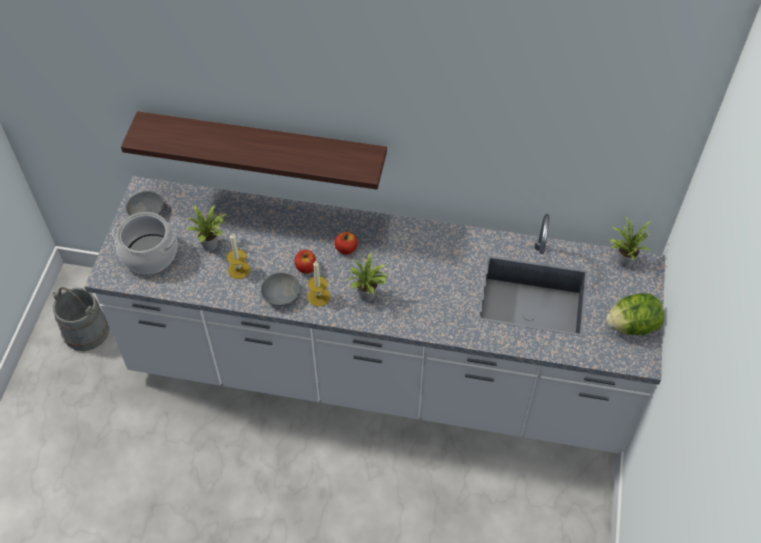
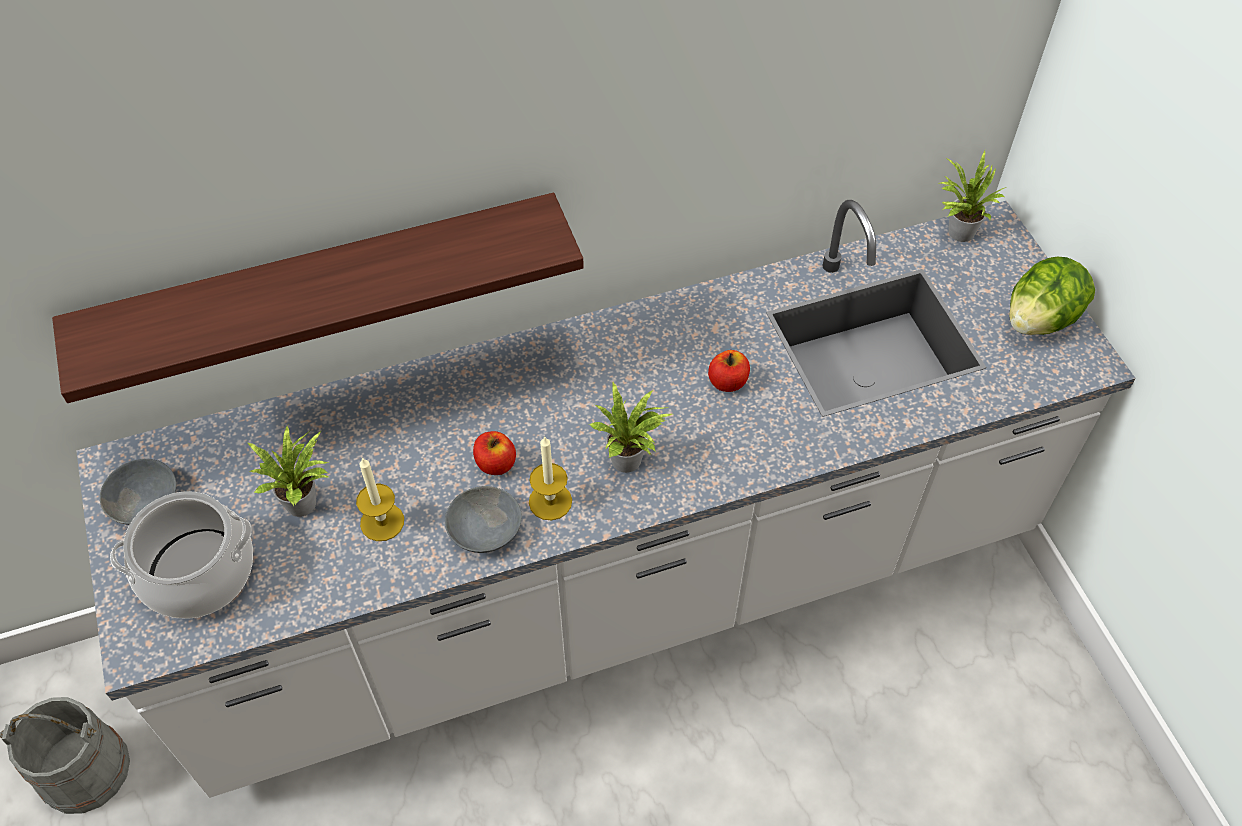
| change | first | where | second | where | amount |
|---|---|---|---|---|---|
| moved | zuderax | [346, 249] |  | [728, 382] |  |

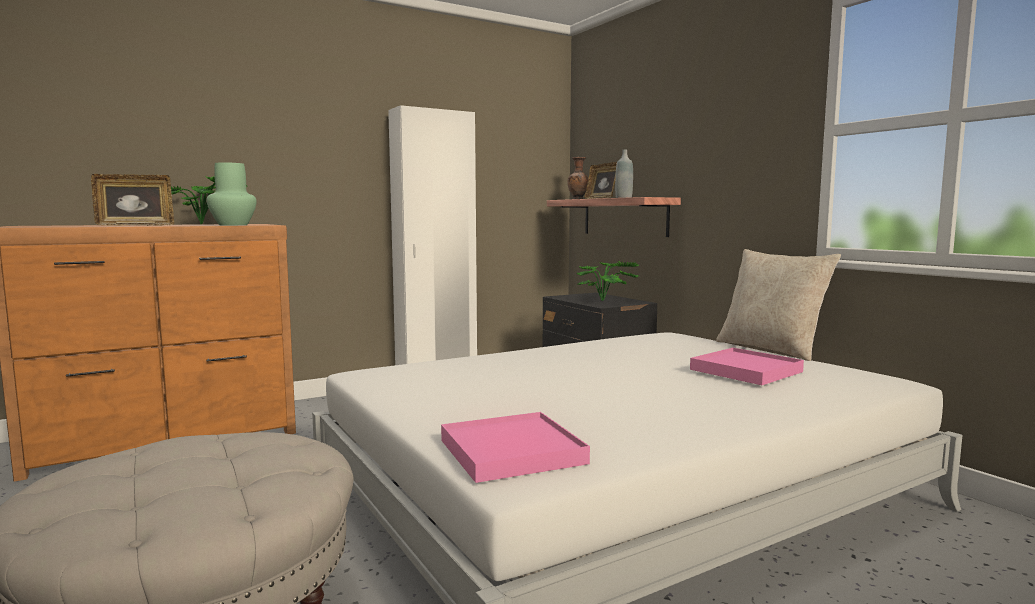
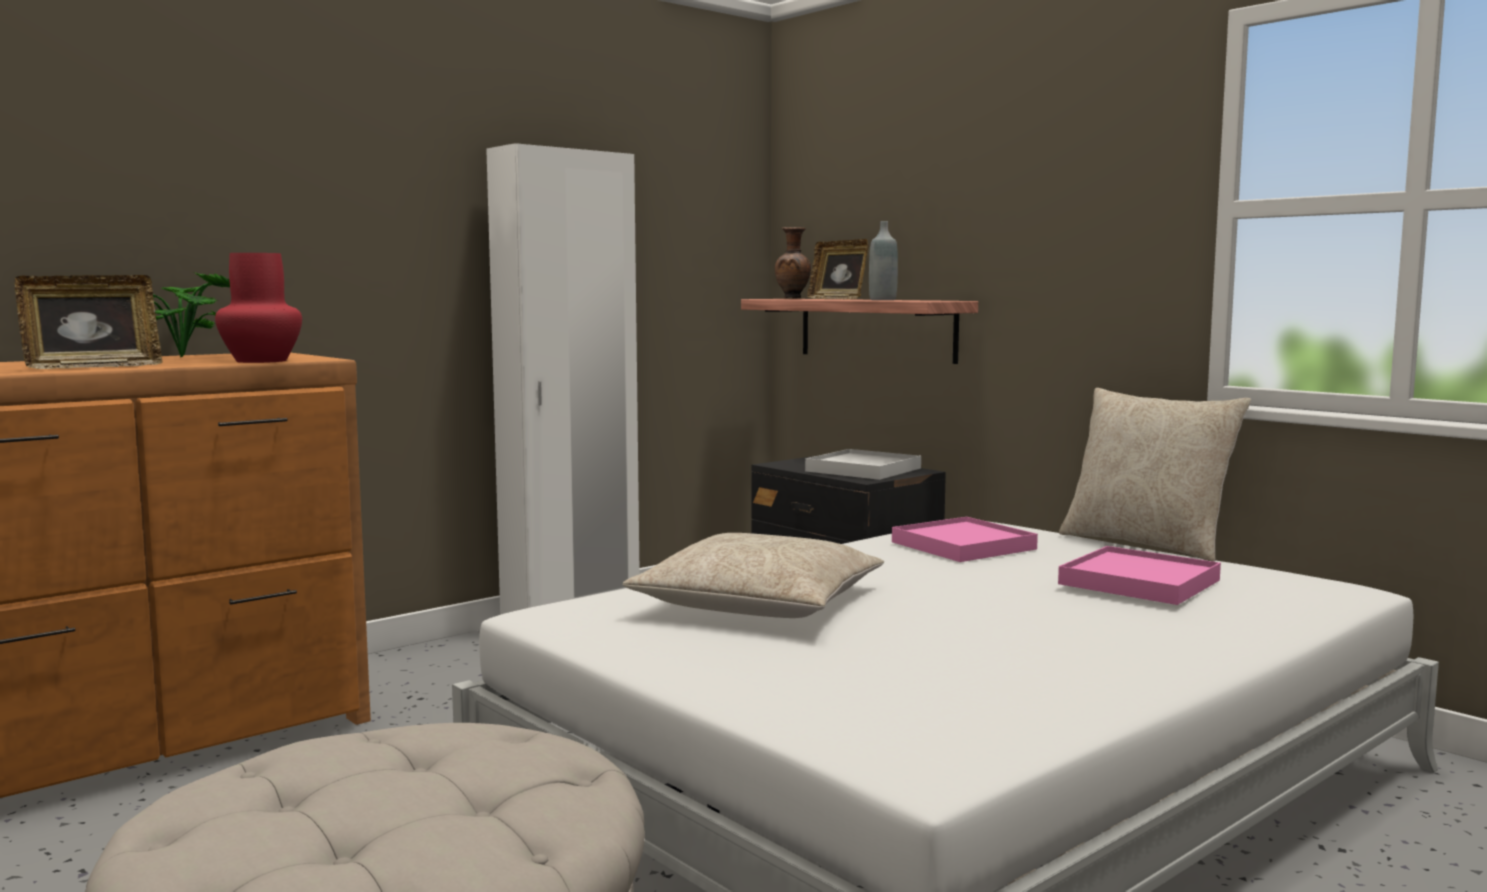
| change | first | where | second | where | amount |
|---|---|---|---|---|---|
| recoloured | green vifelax | [233, 225] | red vifelax | [262, 361] |  |
| moved | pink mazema | [511, 452] |  | [963, 546] |  |
| replaced | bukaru | [607, 301] | white mazema | [863, 470] |  |
| added |  |  | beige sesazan | [758, 604] |  |

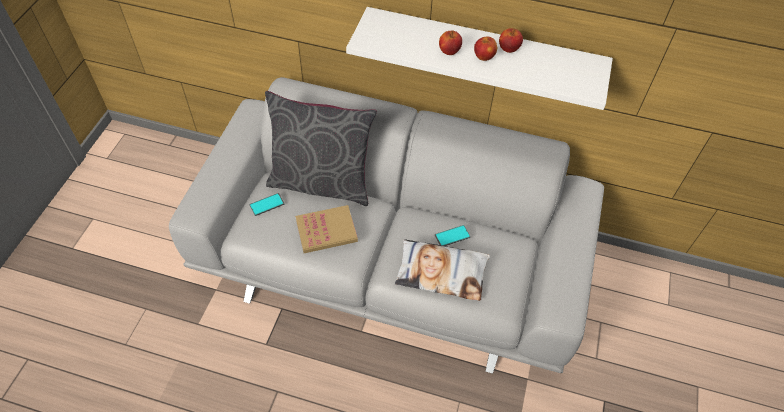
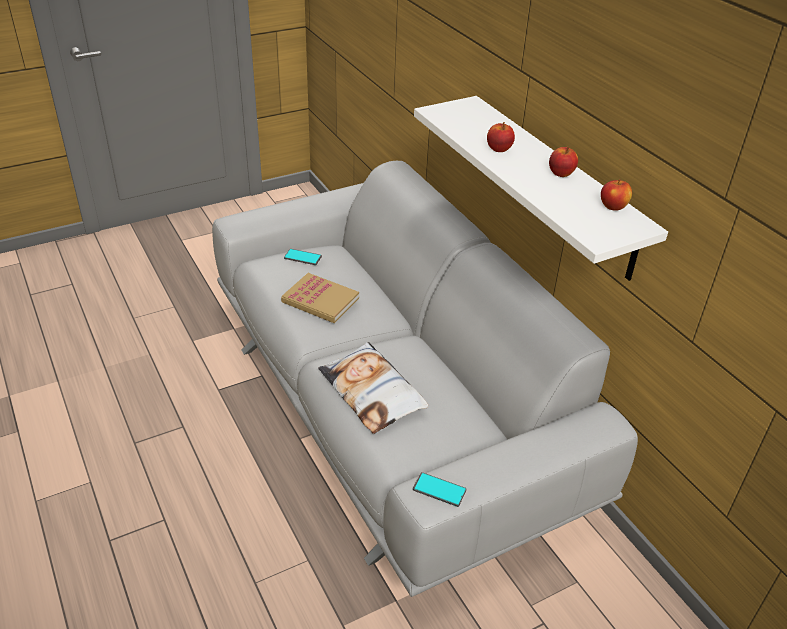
| change | first | where | second | where | amount |
|---|---|---|---|---|---|
| removed | grey sesazan | [321, 182] |  |  |  |
| moved | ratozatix | [452, 236] |  | [439, 490] |  |
| moved | zuderax | [484, 57] |  | [613, 207] |  |

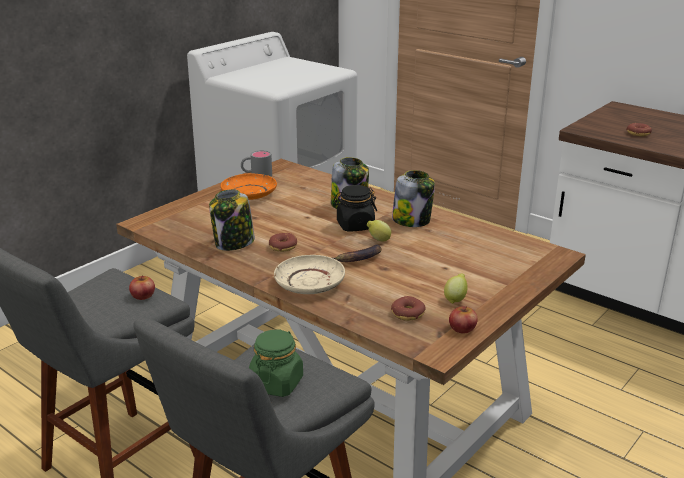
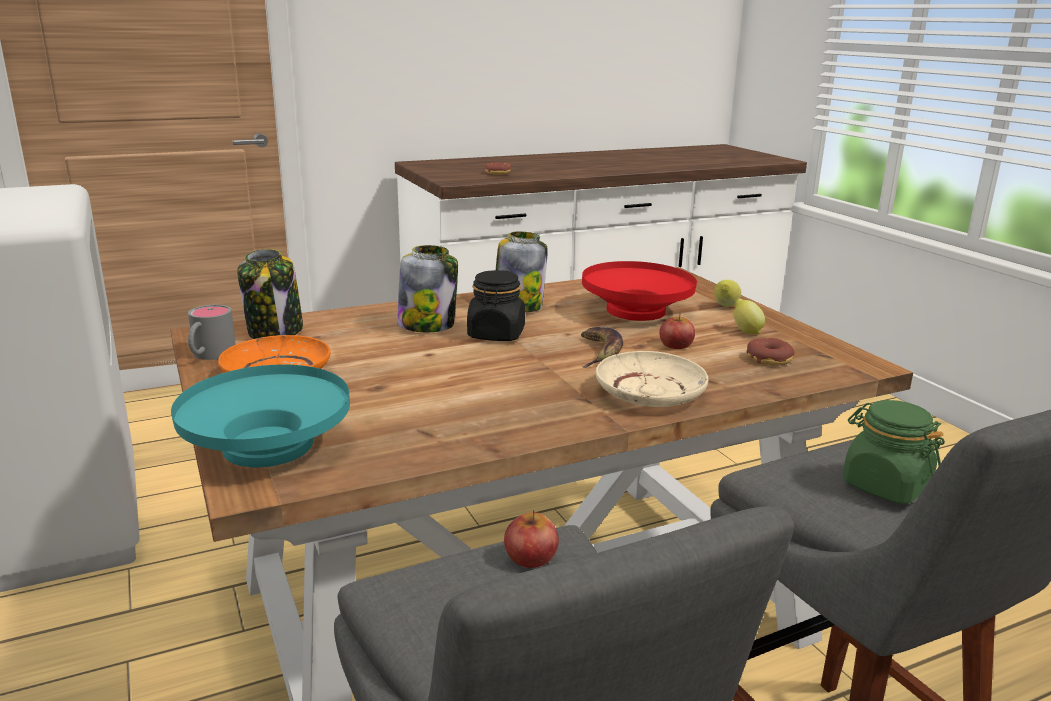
| change | first | where | second | where | amount |
|---|---|---|---|---|---|
| moved | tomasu | [234, 243] |  | [275, 332] |  |
| removed | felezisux | [283, 247] |  |  |  |
| moved | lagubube | [378, 240] |  | [725, 307] |  |
| moved | zuderax | [462, 328] |  | [676, 345] |  |
| added |  |  | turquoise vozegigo | [267, 446] |  |
| added |  |  | red vozegigo | [636, 311] |  |

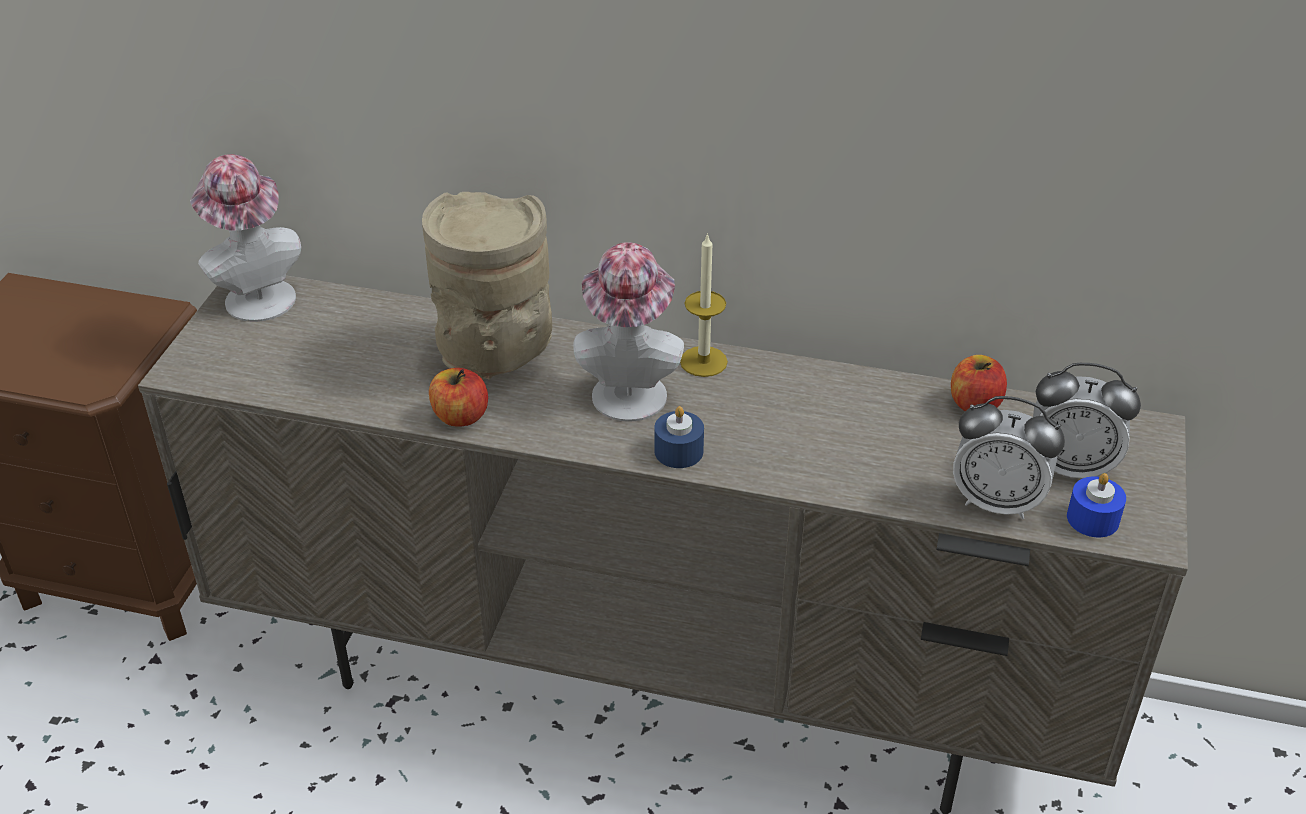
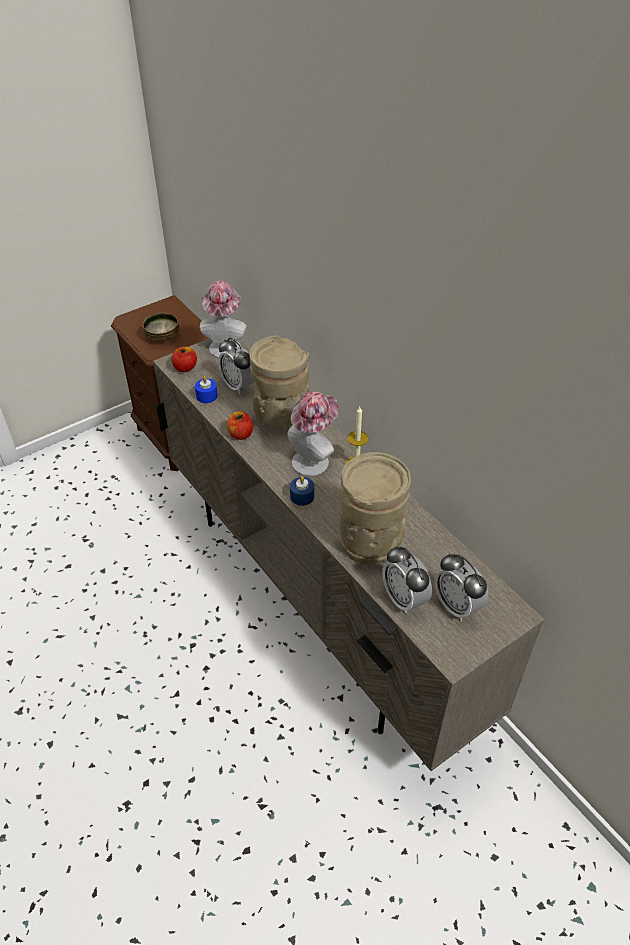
| change | first | where | second | where | amount |
|---|---|---|---|---|---|
| moved | zuderax | [975, 404] |  | [185, 368] |  |
| moved | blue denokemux | [1093, 518] |  | [206, 396] |  |
| added |  |  | vozegigo | [163, 337] |  |
| added |  |  | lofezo | [238, 386] |  |
| added |  |  | beige vifelax | [372, 540] |  |

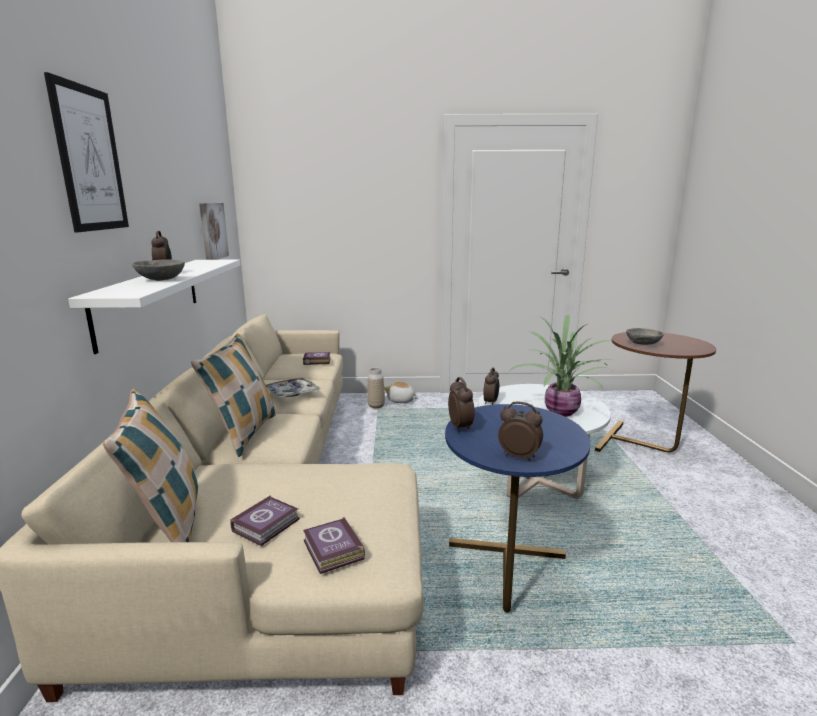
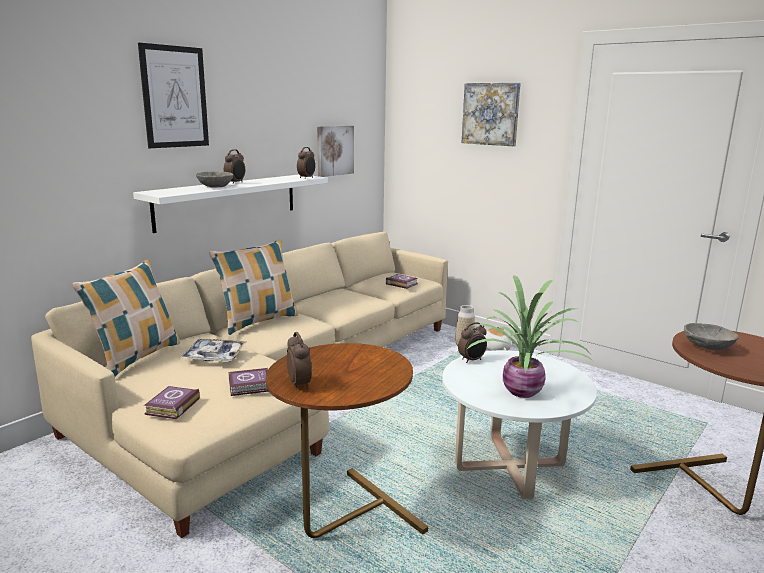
| change | first | where | second | where | amount |
|---|---|---|---|---|---|
| moved | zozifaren | [268, 524] |  | [251, 386] |  |
| moved | mazema | [292, 393] |  | [214, 356] |  |
| recoloured | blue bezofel | [505, 585] | brown bezofel | [343, 523] |  |
| moved | lofezo | [461, 427] |  | [307, 178] |  |
| added |  |  | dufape | [491, 114] |  |

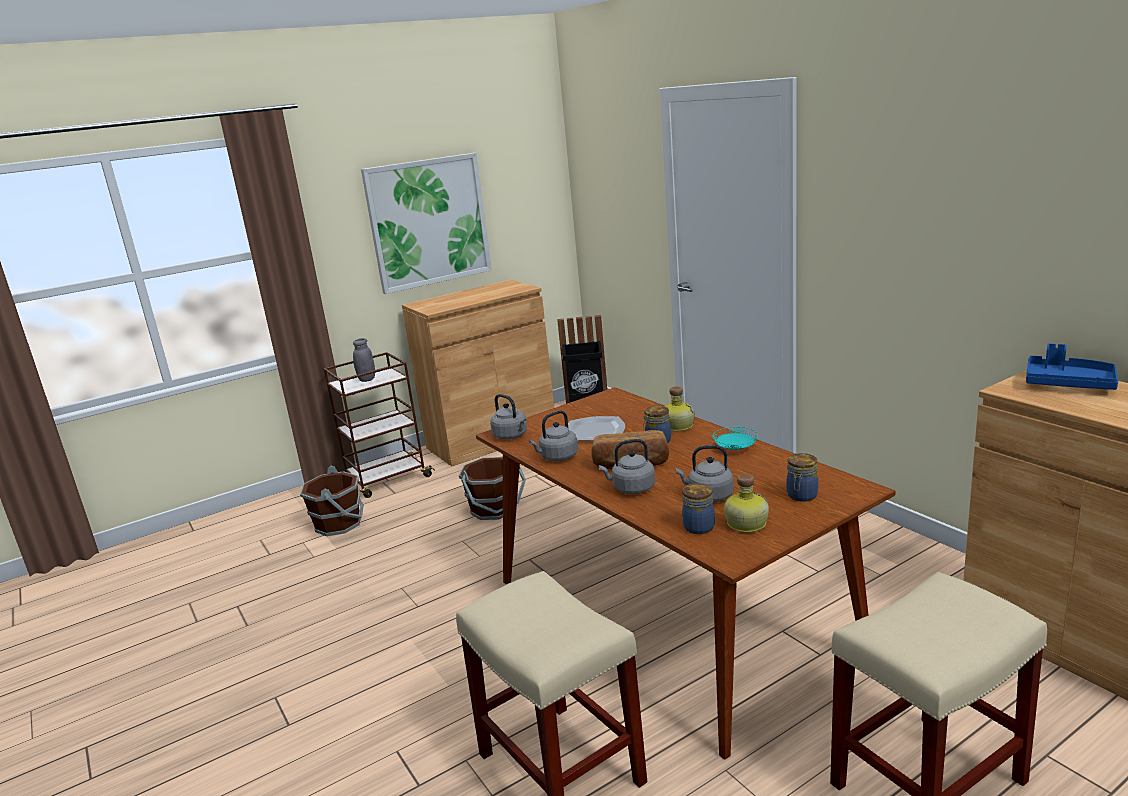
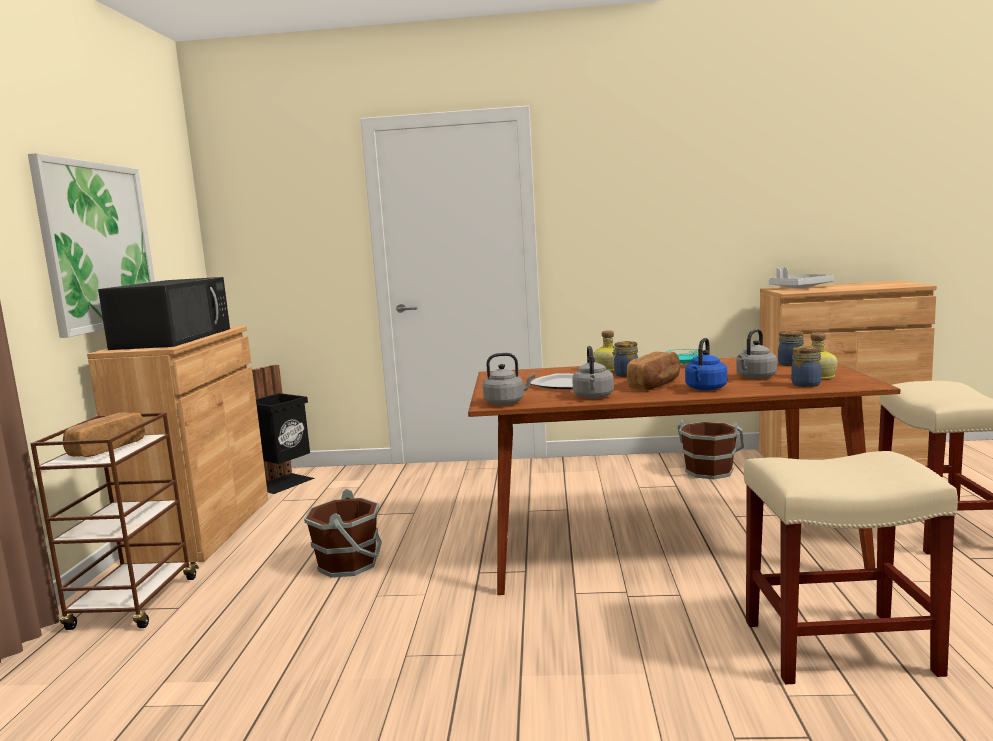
| change | first | where | second | where | amount |
|---|---|---|---|---|---|
| moved | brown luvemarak | [339, 524] |  | [709, 471] |  |
| replaced | grey tomasu | [367, 379] | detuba | [106, 448] |  |
| recoloured | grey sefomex | [631, 489] | blue sefomex | [705, 389] |  |
| recoloured | blue mazema | [1068, 383] | grey mazema | [800, 288] |  |
| added |  |  | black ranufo | [174, 338] |  |

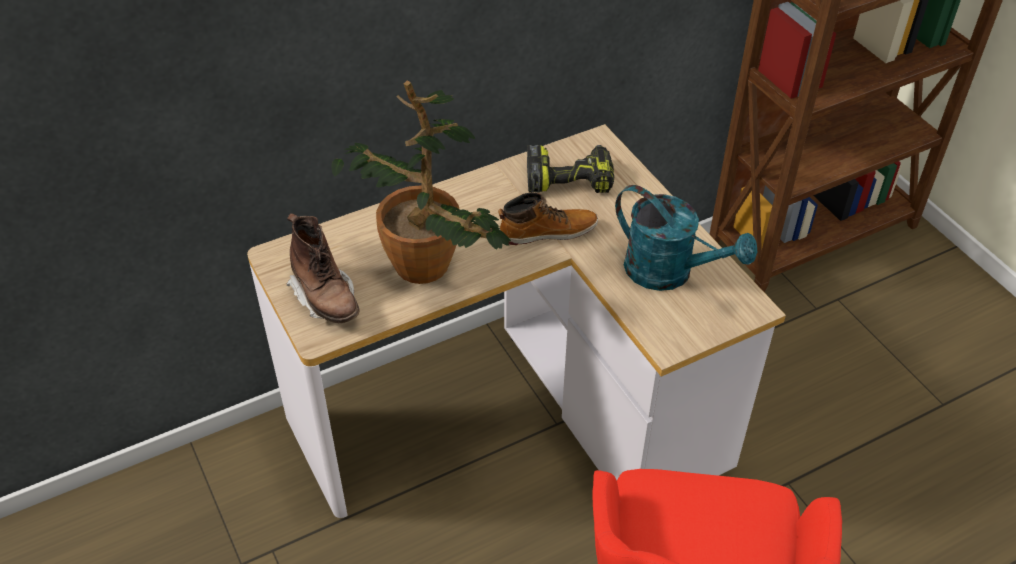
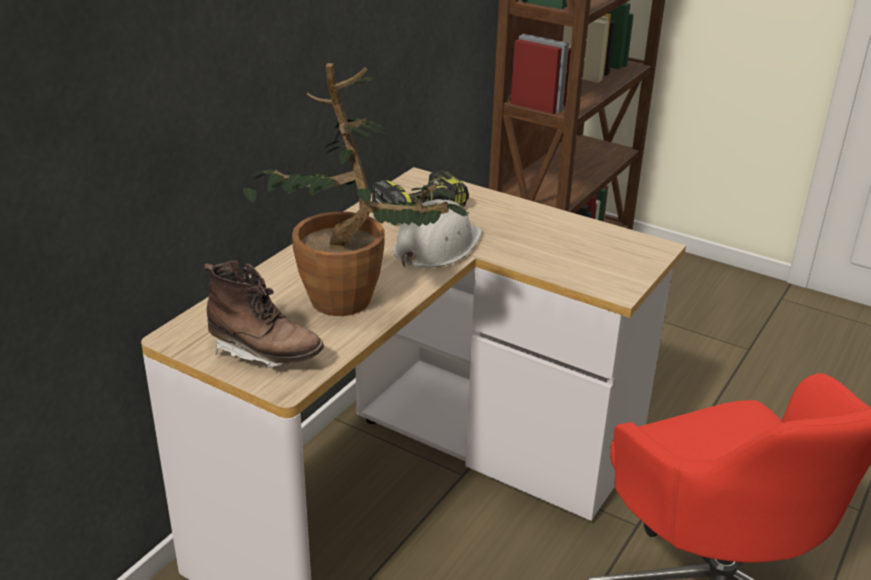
| change | first | where | second | where | amount |
|---|---|---|---|---|---|
| replaced | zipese | [547, 231] | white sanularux | [436, 246] |  |
| removed | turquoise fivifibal | [670, 273] |  |  |  |

